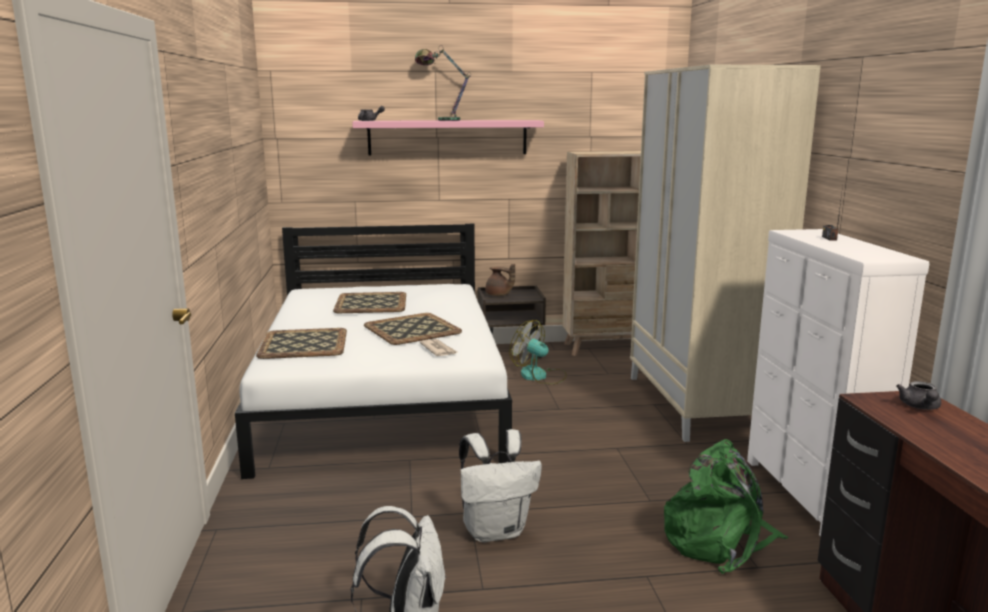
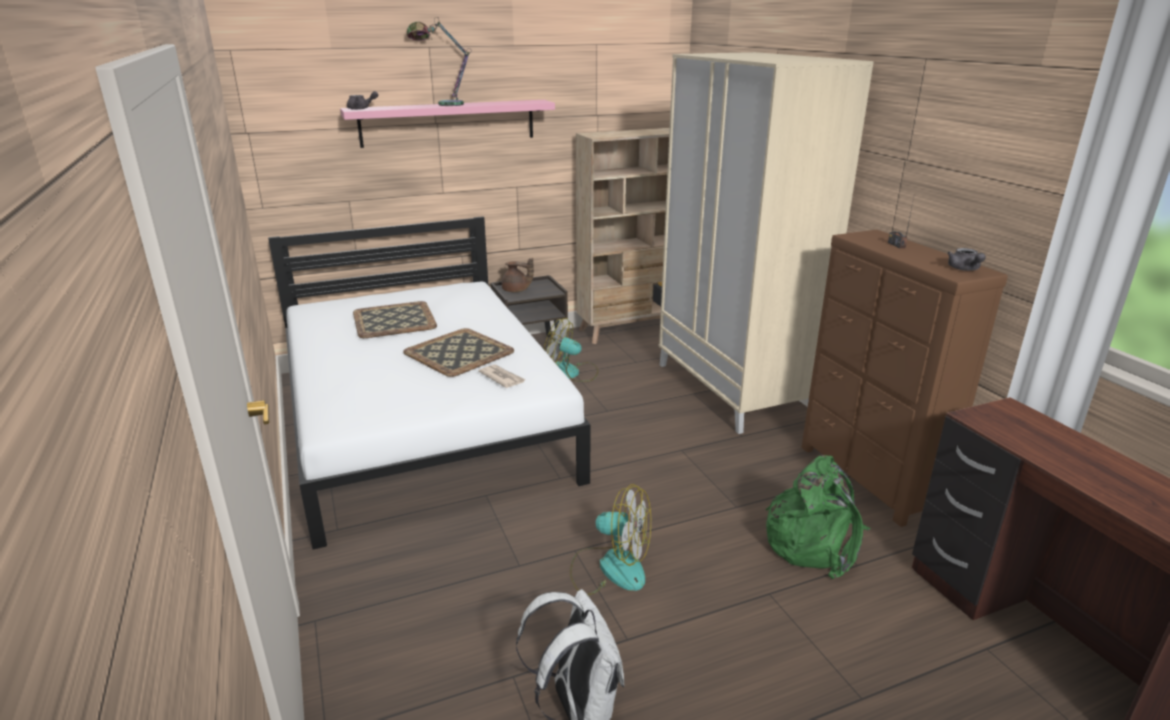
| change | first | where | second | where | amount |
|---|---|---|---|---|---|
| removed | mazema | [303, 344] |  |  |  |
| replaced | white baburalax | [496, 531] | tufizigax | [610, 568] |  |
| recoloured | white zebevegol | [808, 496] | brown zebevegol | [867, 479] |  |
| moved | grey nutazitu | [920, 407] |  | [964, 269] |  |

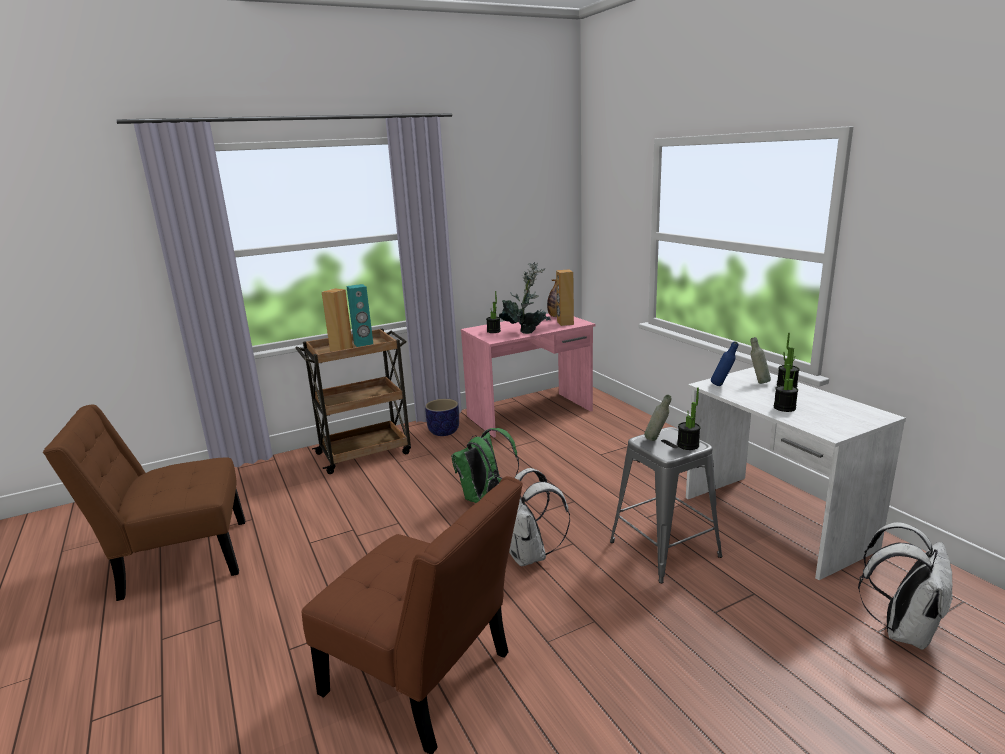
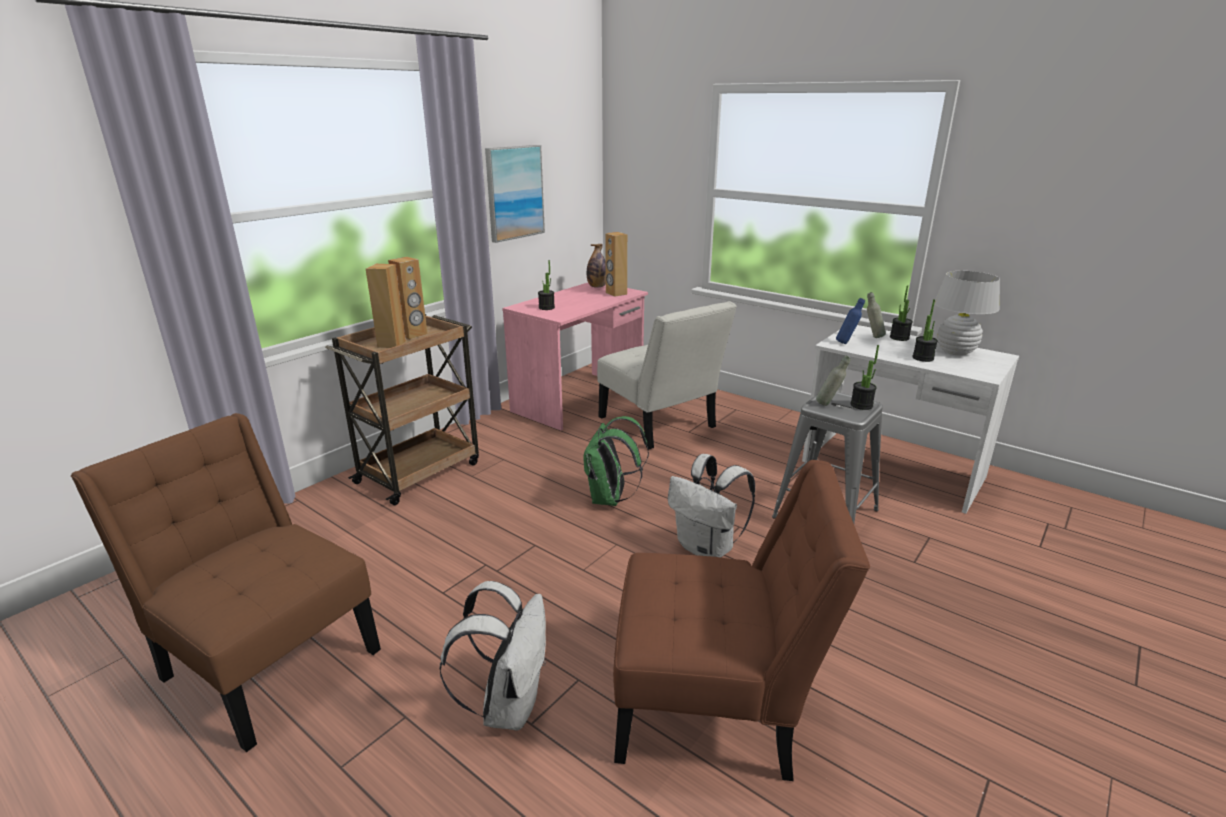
| change | first | where | second | where | amount |
|---|---|---|---|---|---|
| turned | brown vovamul | [177, 559] |  | [266, 658] | 75 degrees clockwise |
| recoloured | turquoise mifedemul | [363, 344] | brown mifedemul | [413, 334] |  |
| removed | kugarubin | [444, 432] |  |  |  |
| removed | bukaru | [526, 331] |  |  |  |
| moved | white baburalax | [902, 630] |  | [508, 704] |  |
| added |  |  | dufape | [514, 192] |  |
| added |  |  | white vovamul | [660, 425] |  |
| added |  |  | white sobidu | [955, 352] |  |

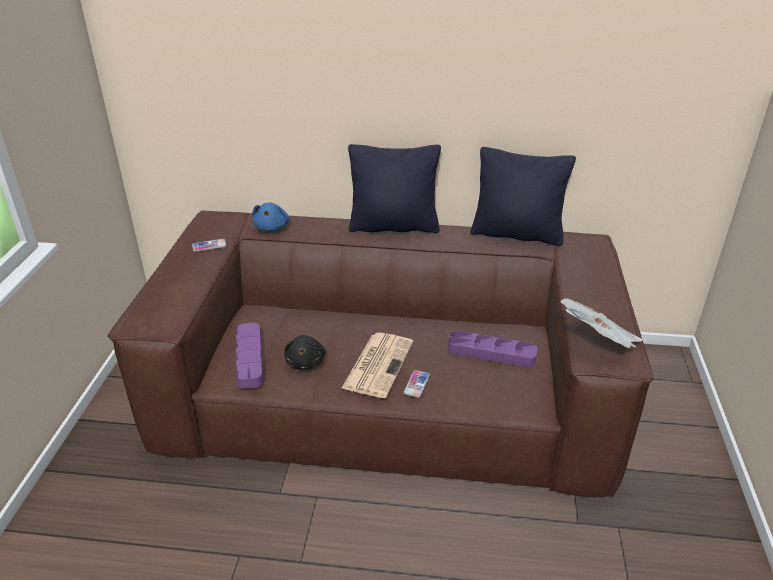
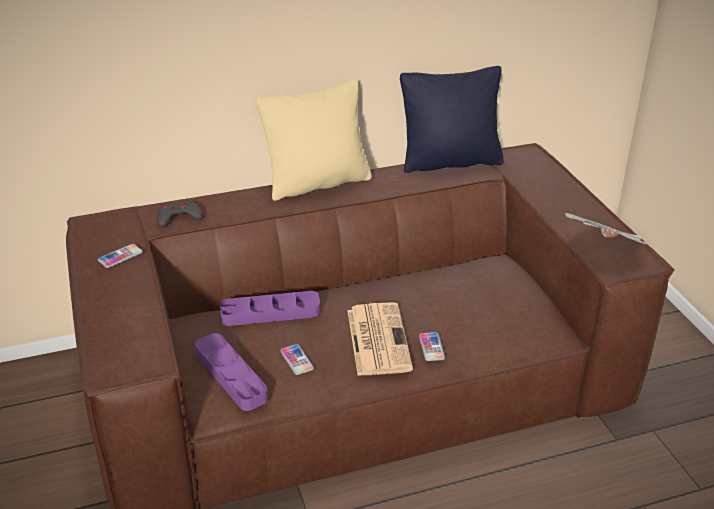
| change | first | where | second | where | amount |
|---|---|---|---|---|---|
| replaced | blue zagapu | [272, 228] | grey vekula | [179, 217] |  |
| replaced | black zagapu | [305, 362] | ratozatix | [297, 360] |  |
| recoloured | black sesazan | [394, 226] | beige sesazan | [317, 183] |  |
| moved | purple mazema | [491, 353] |  | [270, 313] |  |

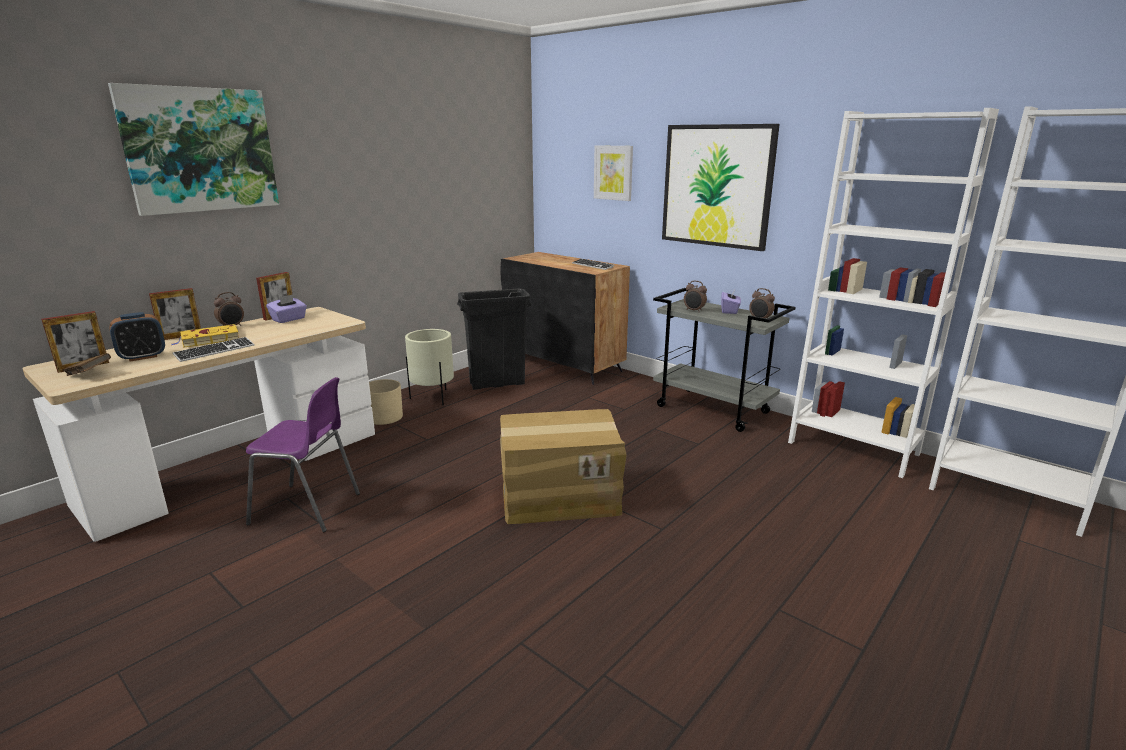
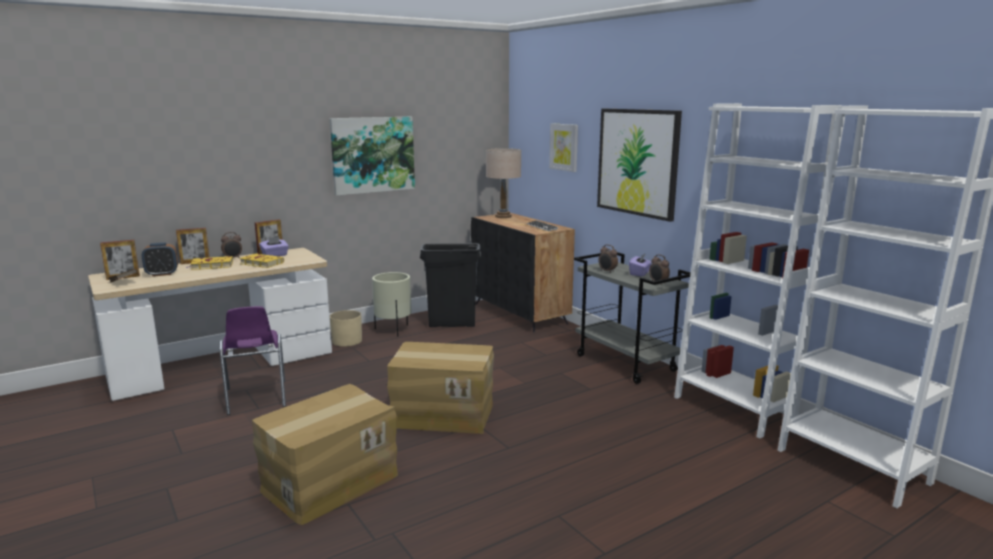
| change | first | where | second | where | amount |
|---|---|---|---|---|---|
| moved | dufape | [200, 150] |  | [373, 154] |  |
| removed | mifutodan | [215, 351] |  |  |  |
| turned | purple vovamul | [308, 509] |  | [256, 398] | 45 degrees clockwise |
| added |  |  | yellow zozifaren | [260, 263] |  |
| added |  |  | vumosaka | [329, 482] |  |
| added |  |  | beige sobidu | [503, 216] |  |

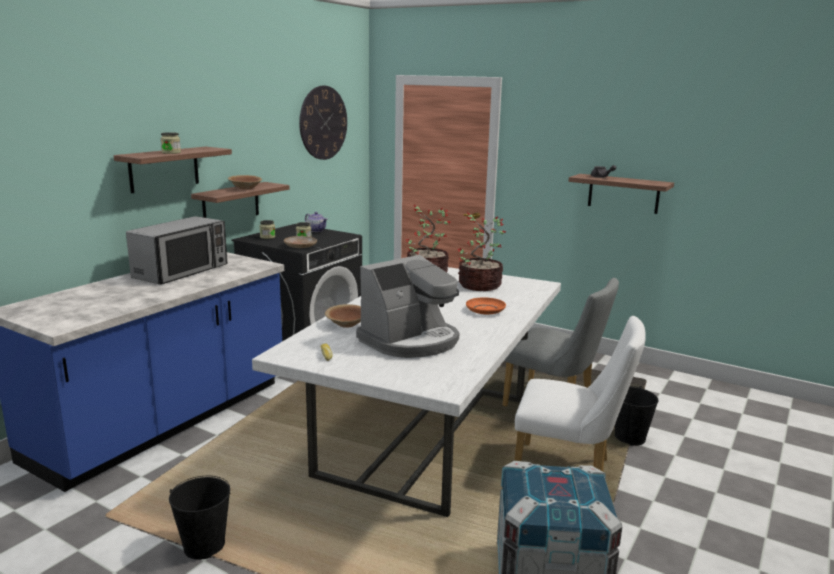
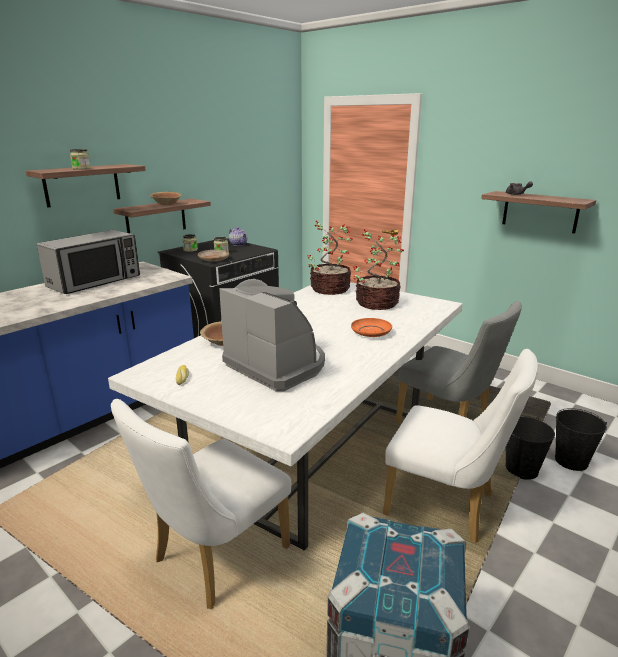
| change | first | where | second | where | amount |
|---|---|---|---|---|---|
| moved | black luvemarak | [204, 546] |  | [571, 461] |  |
| removed | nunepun | [323, 123] |  |  |  |
| turned | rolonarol | [410, 341] |  | [277, 365] | 105 degrees counterclockwise |
| added |  |  | white vovamul | [214, 559] |  |

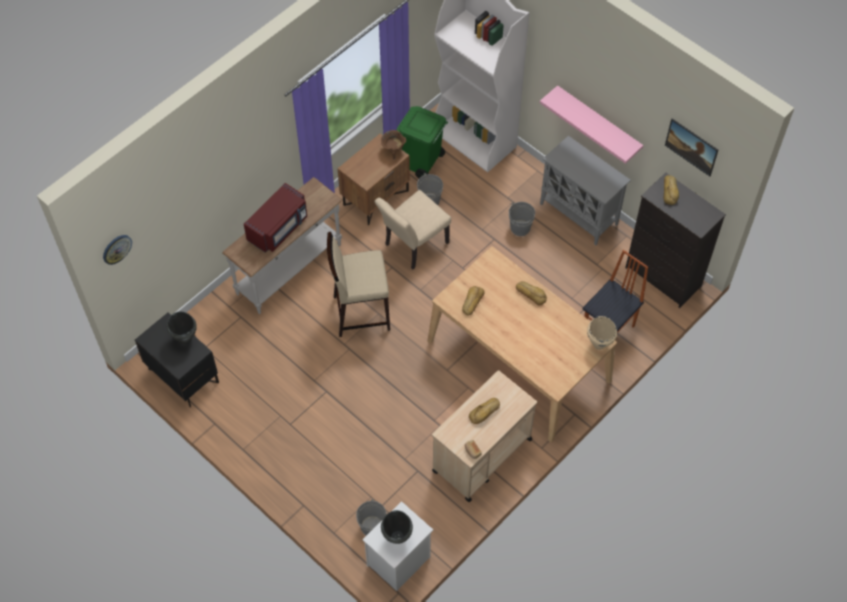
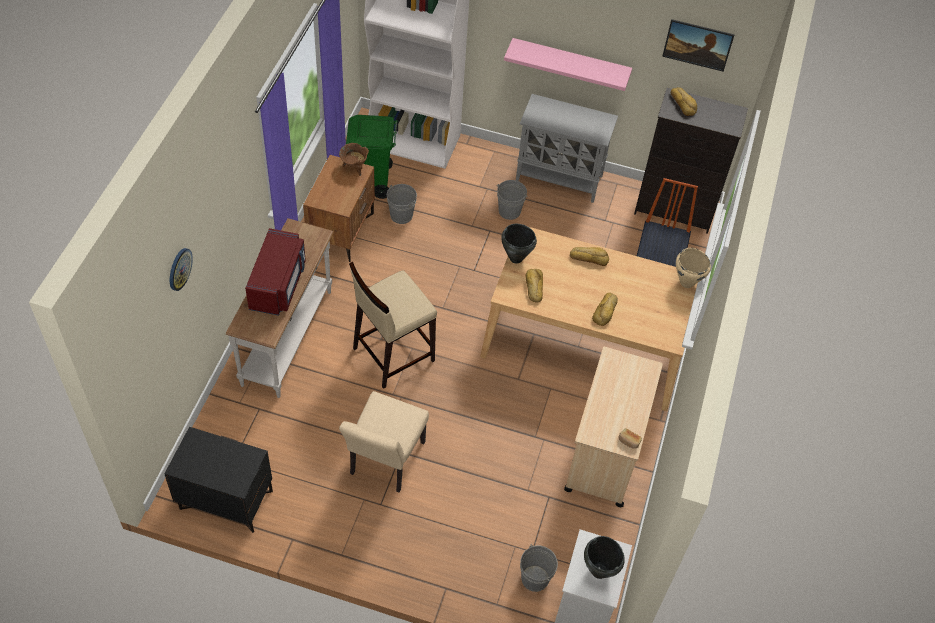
| change | first | where | second | where | amount |
|---|---|---|---|---|---|
| moved | nunepun | [116, 249] |  | [179, 269] |  |
| moved | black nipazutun | [185, 338] |  | [516, 258] |  |
| moved | beige vovamul | [412, 246] |  | [384, 463] |  |
| moved | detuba | [485, 412] |  | [606, 311] |  |

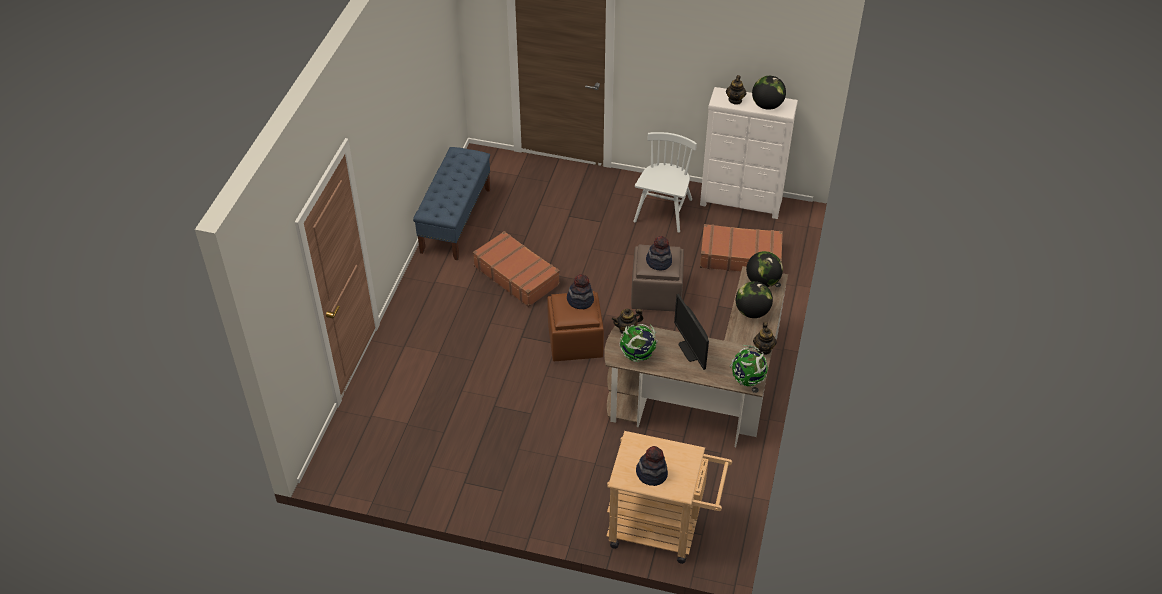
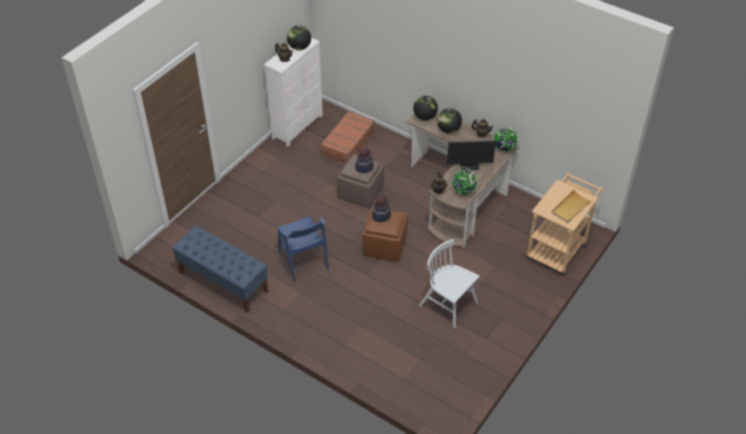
| change | first | where | second | where | amount |
|---|---|---|---|---|---|
| replaced | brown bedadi | [516, 275] | blue vovamul | [303, 261] |  |
| moved | white vovamul | [663, 211] |  | [448, 304] |  |
| replaced | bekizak | [651, 473] | beige mazema | [571, 208] |  |

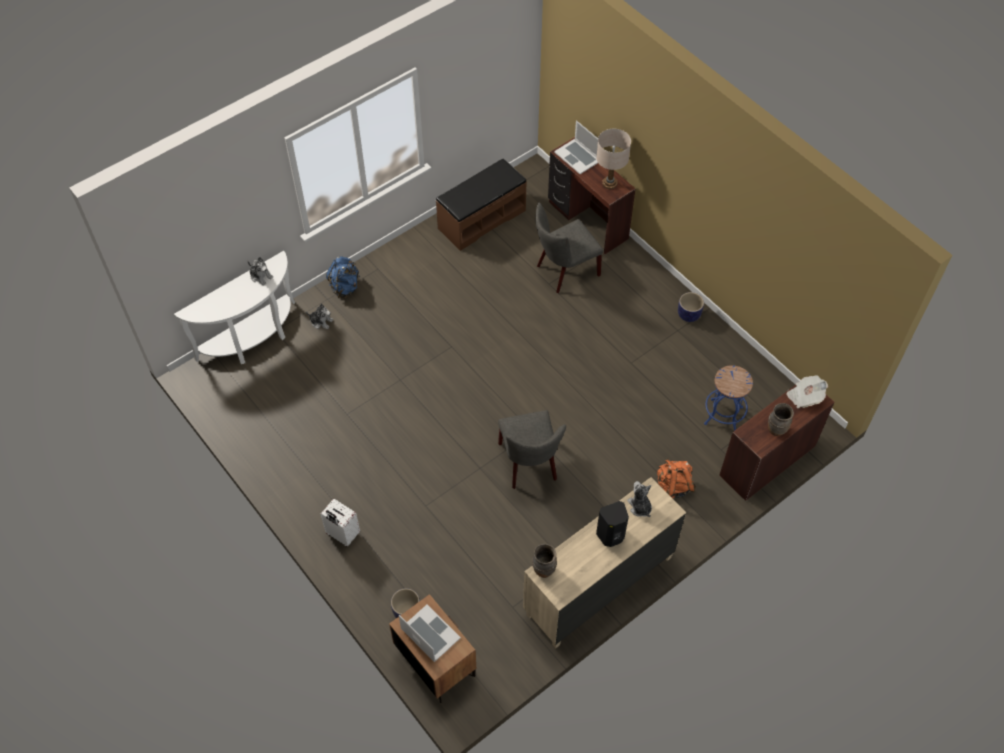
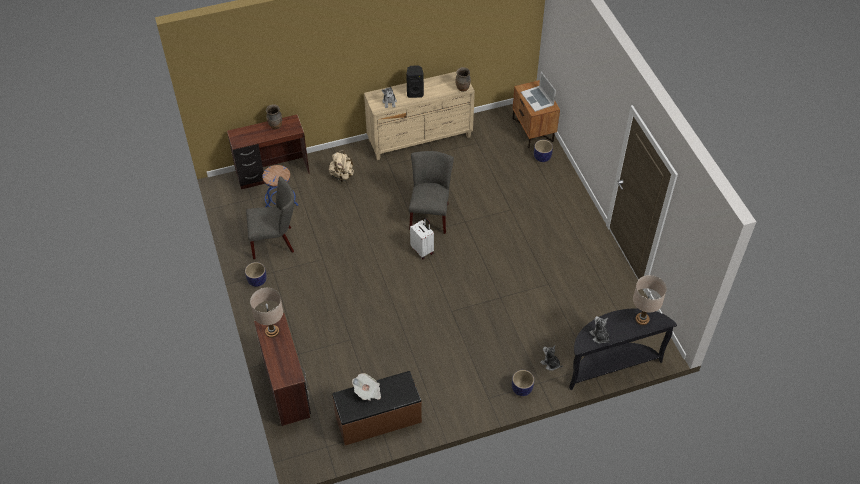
| change | first | where | second | where | amount |
|---|---|---|---|---|---|
| recoloured | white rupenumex | [253, 339] | black rupenumex | [610, 365] |  |
| moved | white bedadi | [342, 534] |  | [422, 250] |  |
| replaced | blue baburalax | [345, 287] | kugarubin | [522, 389] |  |
| moved | grey vovamul | [564, 271] |  | [275, 241] |  |
| removed | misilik | [578, 156] |  |  |  |
| recoloured | orange baburalax | [674, 486] | beige baburalax | [342, 176] |  |
| moved | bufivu | [804, 397] |  | [367, 392] |  |
| added |  |  | beige sobidu | [642, 319] |  |

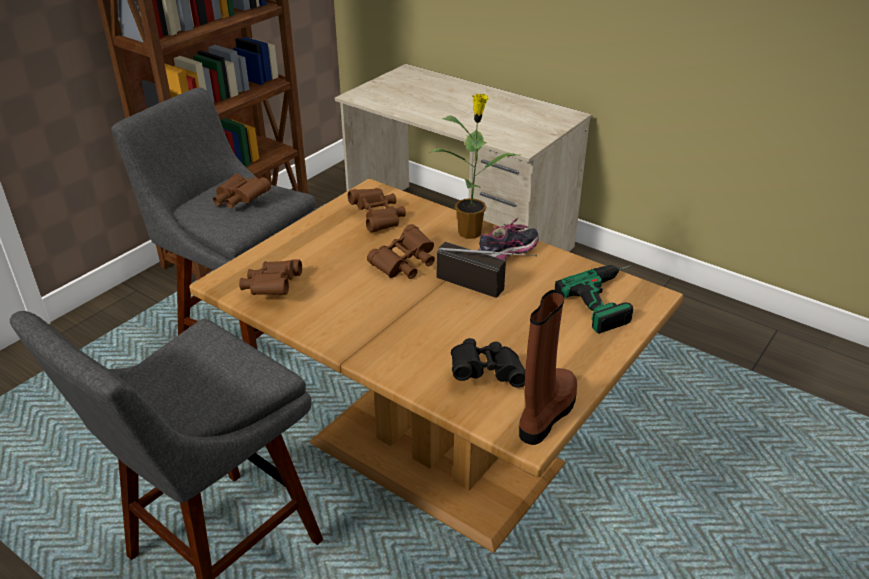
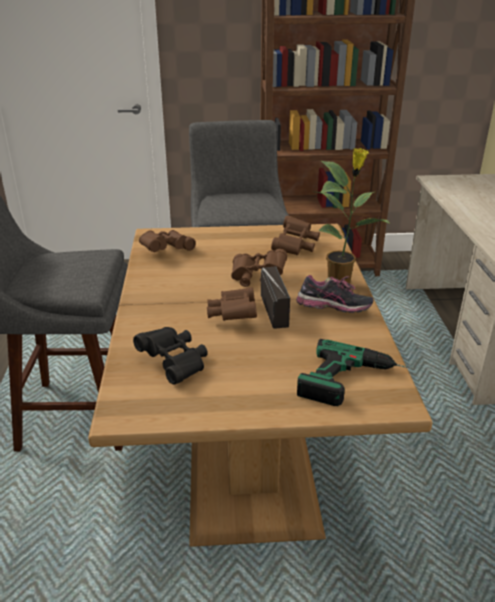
| change | first | where | second | where | amount |
|---|---|---|---|---|---|
| moved | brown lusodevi | [240, 201] |  | [233, 315] |  |
| removed | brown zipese | [546, 414] |  |  |  |

